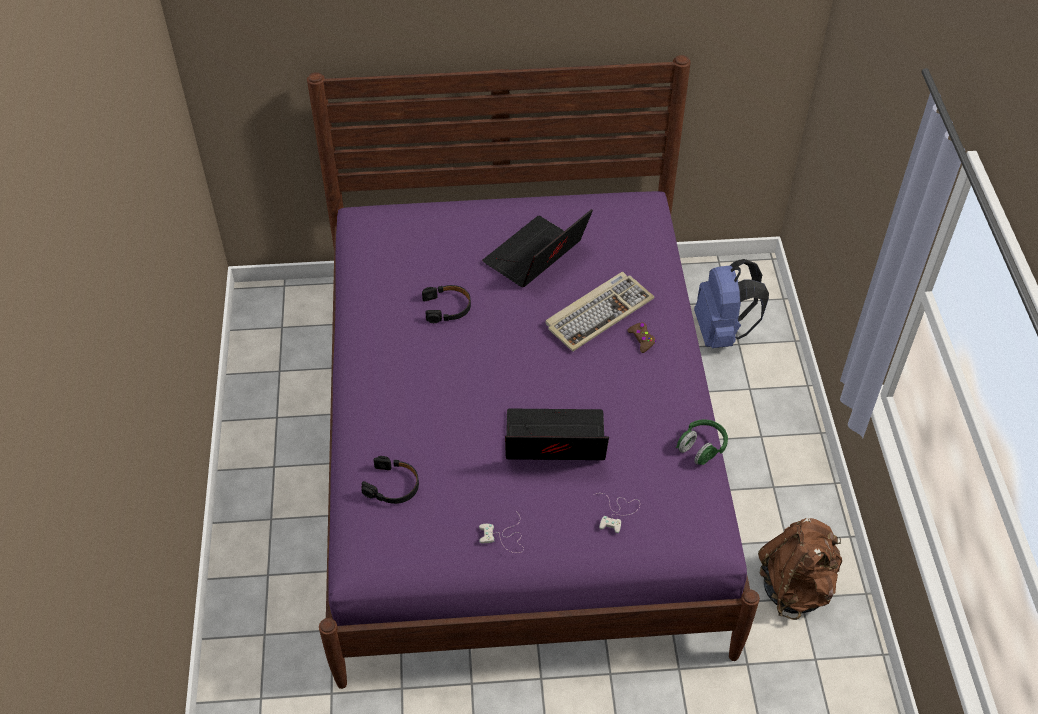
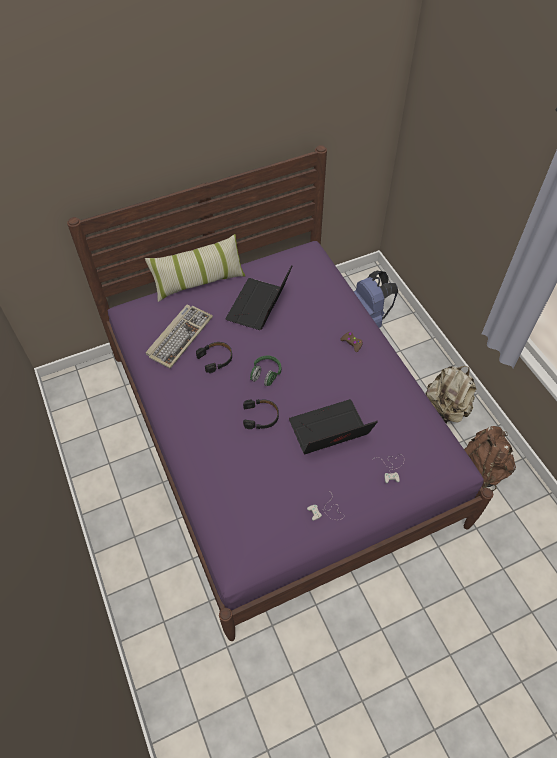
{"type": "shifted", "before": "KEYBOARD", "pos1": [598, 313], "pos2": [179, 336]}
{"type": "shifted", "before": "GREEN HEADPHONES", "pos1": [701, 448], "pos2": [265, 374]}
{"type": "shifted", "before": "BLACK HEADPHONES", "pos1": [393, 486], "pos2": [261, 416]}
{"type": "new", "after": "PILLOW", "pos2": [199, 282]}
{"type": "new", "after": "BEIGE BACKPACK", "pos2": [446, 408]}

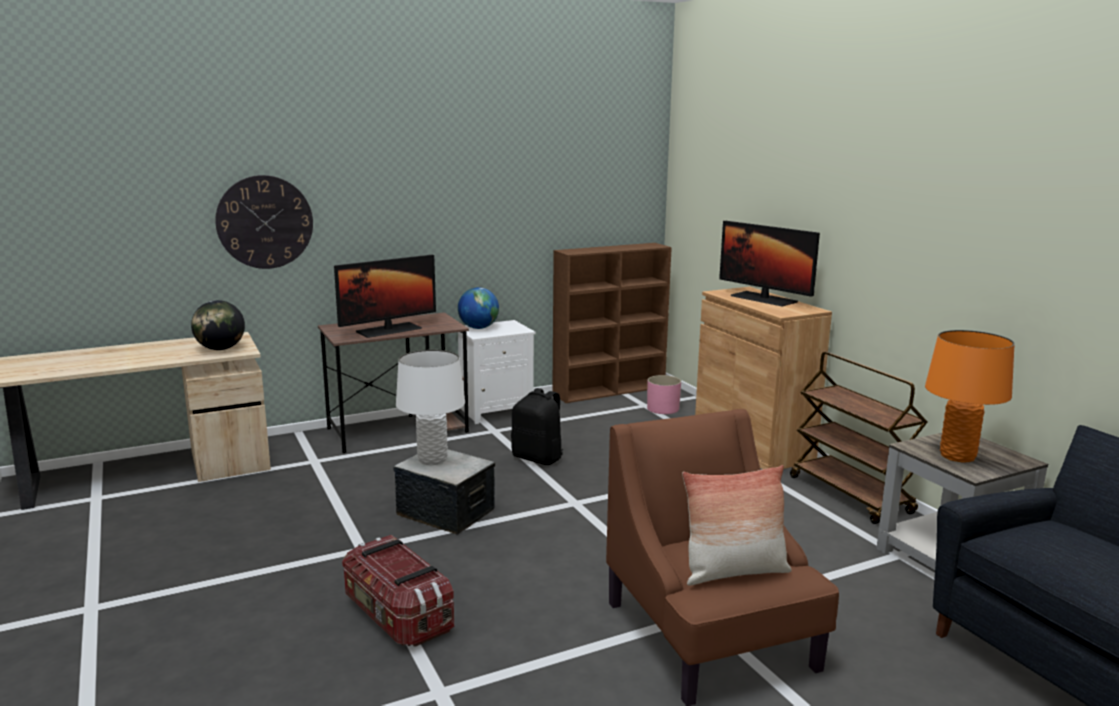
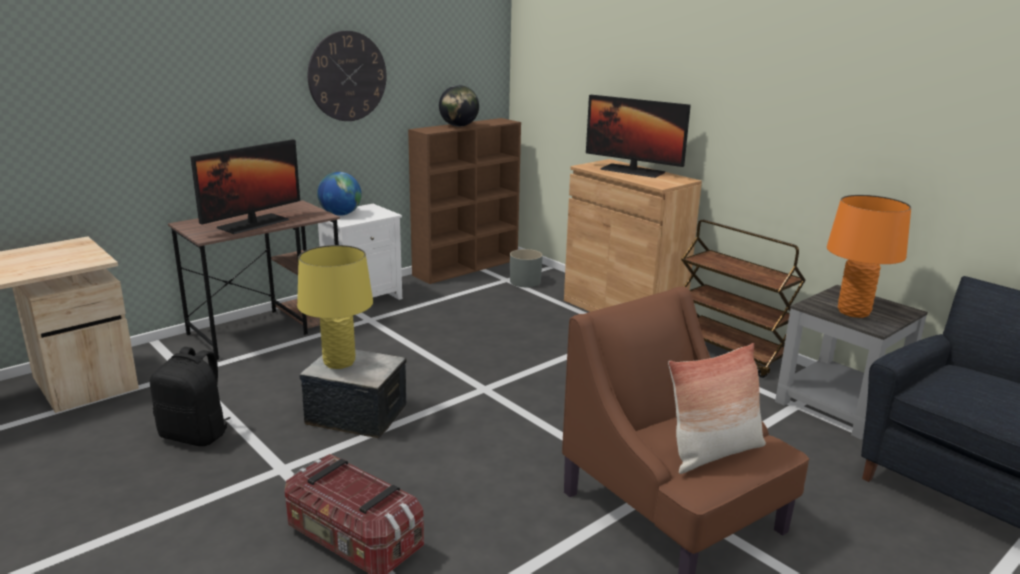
{"type": "shifted", "before": "WALL CLOCK", "pos1": [265, 222], "pos2": [347, 76]}
{"type": "shifted", "before": "GLOBE", "pos1": [220, 349], "pos2": [459, 126]}
{"type": "repainted", "before": "WHITE TABLE LAMP", "after": "YELLOW TABLE LAMP", "pos1": [432, 460], "pos2": [339, 362]}
{"type": "repainted", "before": "PINK PLANTER", "after": "GREY PLANTER", "pos1": [662, 408], "pos2": [525, 282]}
{"type": "shifted", "before": "BLACK BACKPACK", "pos1": [538, 458], "pos2": [196, 435]}

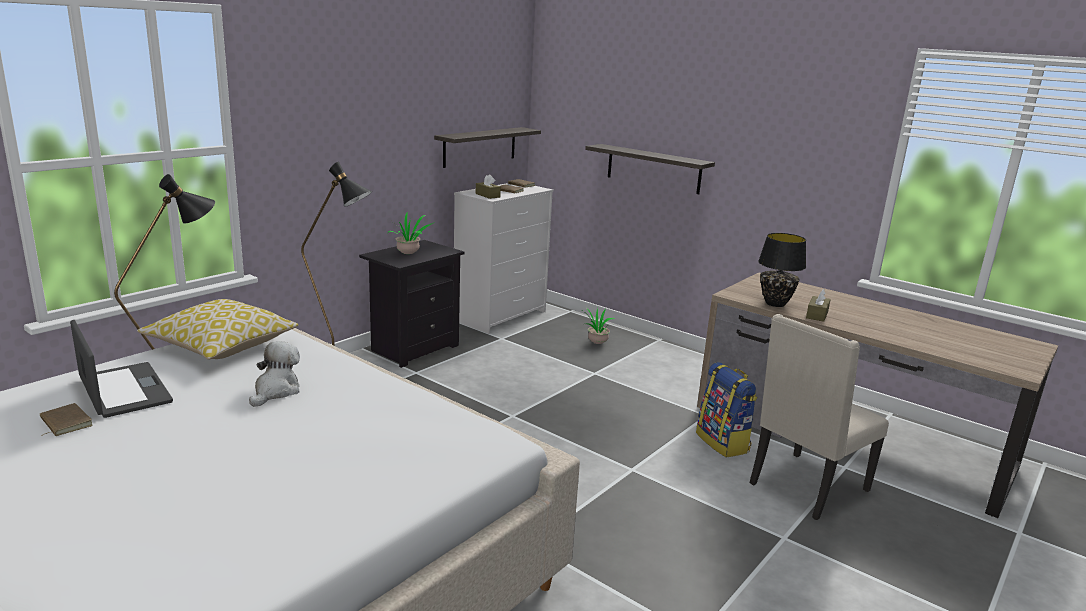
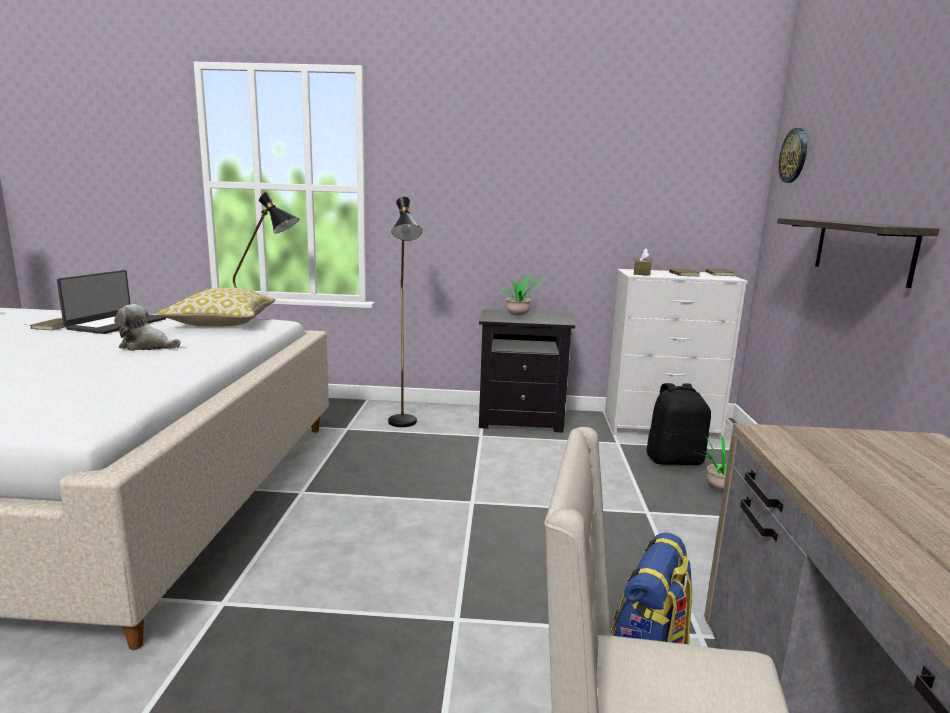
{"type": "gone", "before": "SHELF", "pos1": [480, 147]}
{"type": "gone", "before": "BLACK TABLE LAMP", "pos1": [774, 304]}
{"type": "gone", "before": "BROWN TISSUE BOX", "pos1": [817, 315]}
{"type": "rotated", "before": "PLUSH TOY", "pos1": [276, 391], "pos2": [147, 346], "turn": -150}
{"type": "new", "after": "WALL CLOCK", "pos2": [794, 155]}
{"type": "new", "after": "BLACK BACKPACK", "pos2": [674, 460]}

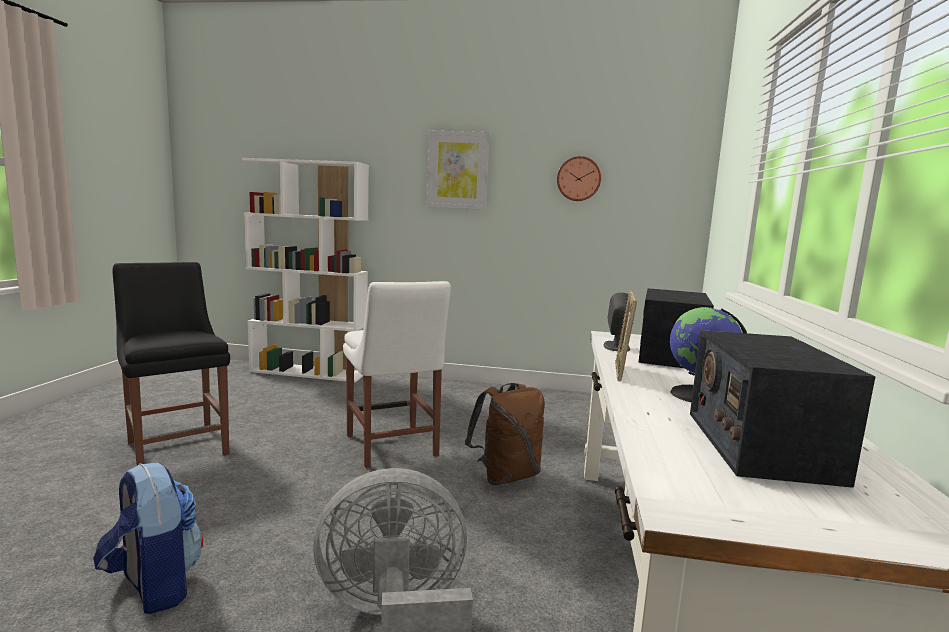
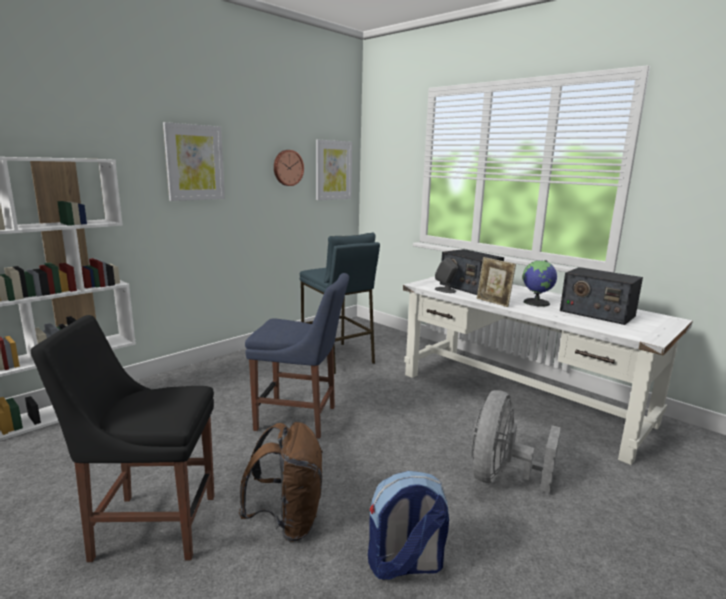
{"type": "repainted", "before": "WHITE CHAIR", "after": "BLUE CHAIR", "pos1": [392, 447], "pos2": [300, 419]}
{"type": "shifted", "before": "BROWN BACKPACK", "pos1": [506, 476], "pos2": [287, 522]}
{"type": "new", "after": "PICTURE", "pos2": [333, 170]}
{"type": "new", "after": "BLUE STOOL", "pos2": [337, 358]}

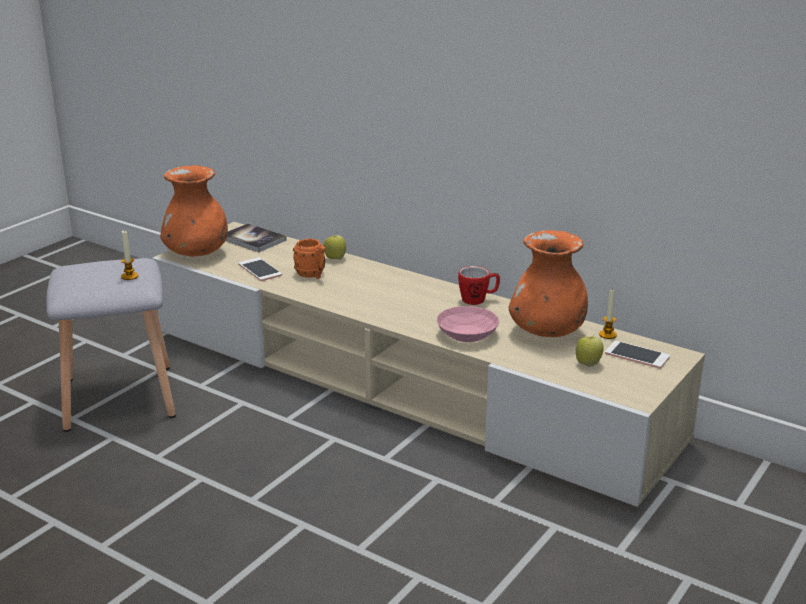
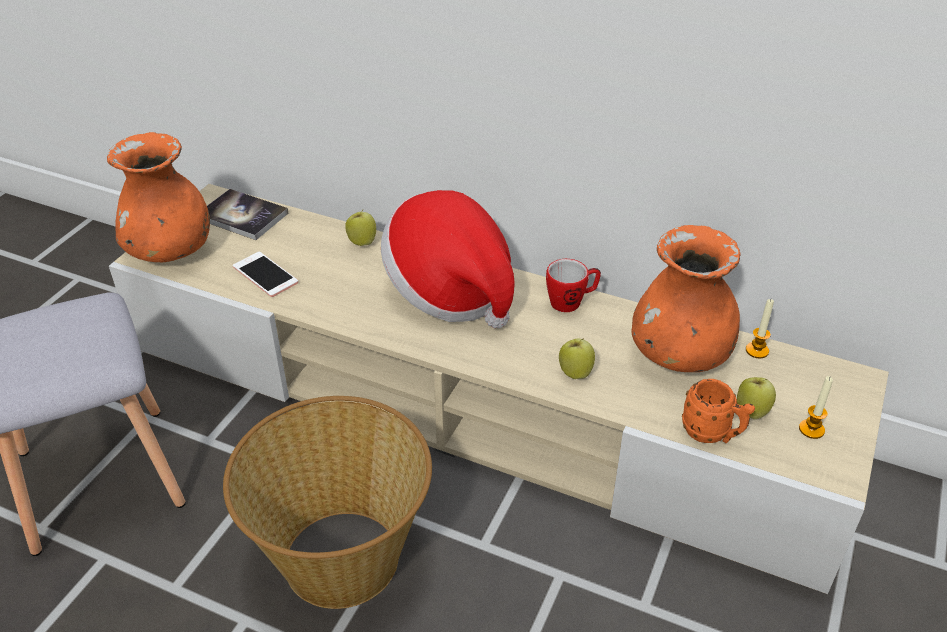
{"type": "shifted", "before": "CANDLE", "pos1": [129, 276], "pos2": [811, 429]}
{"type": "shifted", "before": "ORANGE MUG", "pos1": [313, 275], "pos2": [712, 434]}
{"type": "swapped", "before": "PINK BOWL", "after": "APPLE", "pos1": [465, 334], "pos2": [575, 372]}
{"type": "gone", "before": "PHONE", "pos1": [637, 355]}
{"type": "new", "after": "HAT", "pos2": [450, 290]}
{"type": "new", "after": "BASKET", "pos2": [341, 556]}

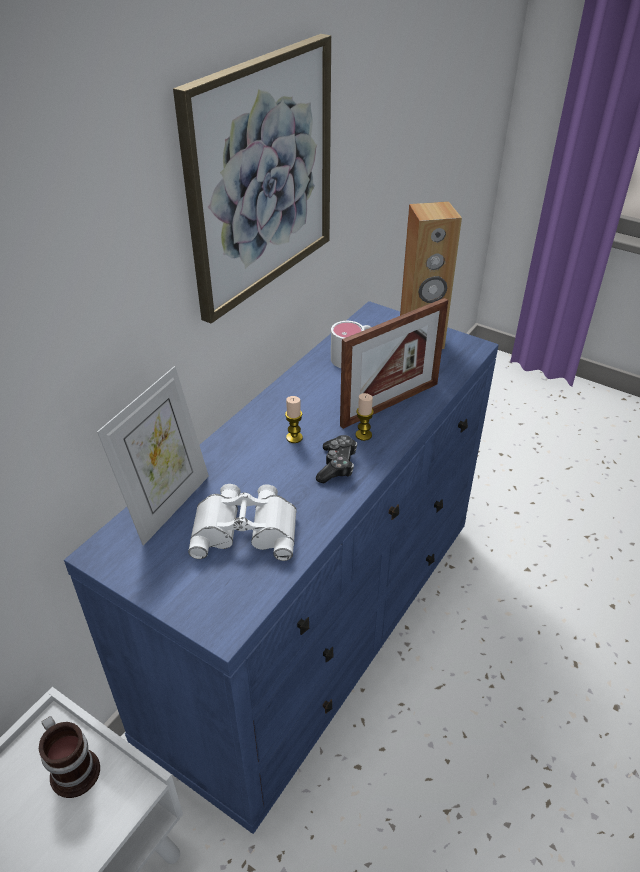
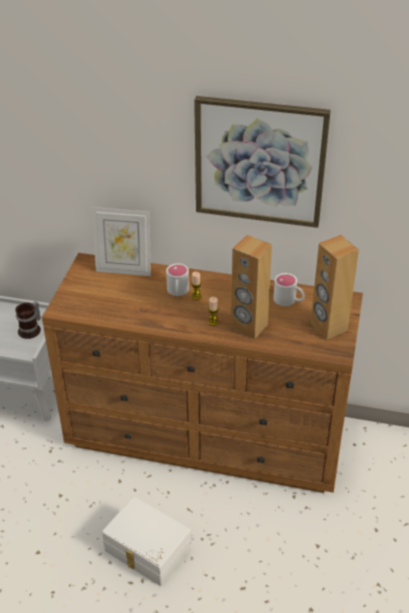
{"type": "swapped", "before": "PICTURE FRAME", "after": "BROWN SPEAKER", "pos1": [390, 404], "pos2": [249, 327]}
{"type": "repainted", "before": "BLUE DRESSER", "after": "BROWN DRESSER", "pos1": [319, 624], "pos2": [207, 435]}
{"type": "gone", "before": "GAME CONTROLLER", "pos1": [337, 465]}
{"type": "gone", "before": "WHITE BINOCULARS", "pos1": [246, 527]}
{"type": "new", "after": "WHITE MUG", "pos2": [177, 292]}
{"type": "new", "after": "WHITE STORAGE BOX", "pos2": [146, 551]}

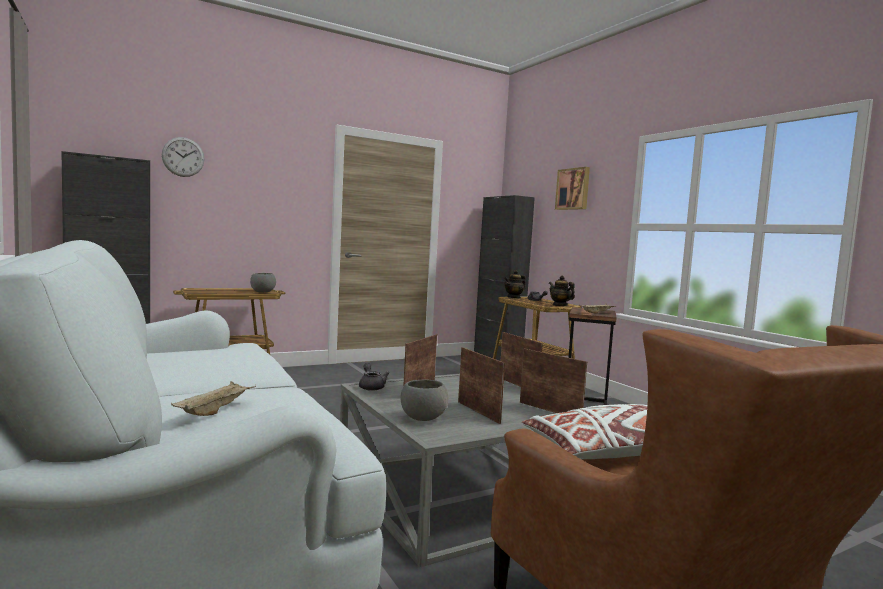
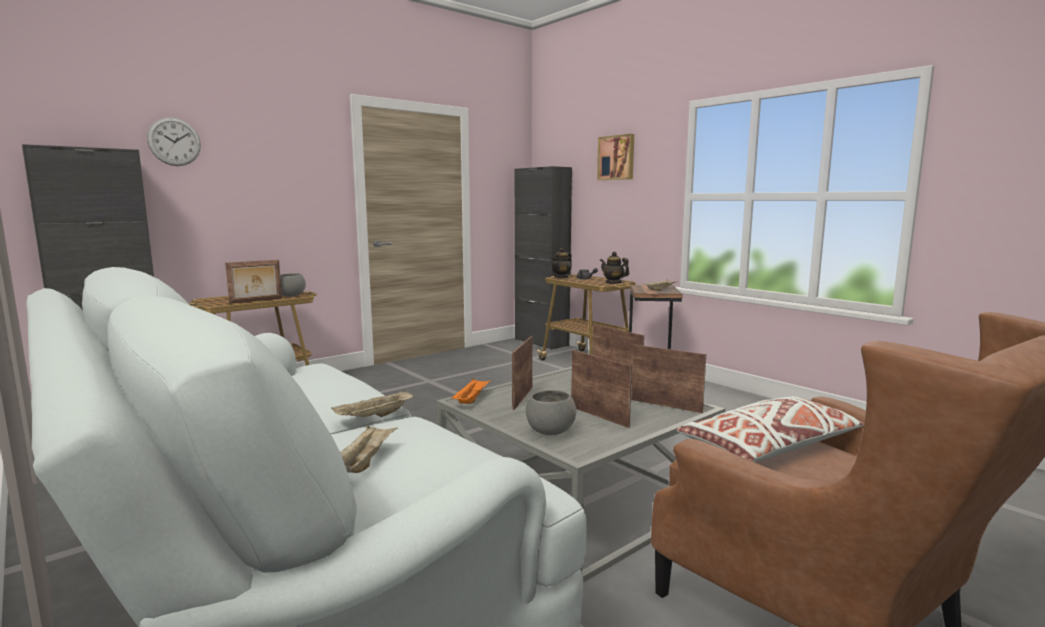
{"type": "swapped", "before": "GREY TEAPOT", "after": "ORANGE TRAY", "pos1": [371, 387], "pos2": [471, 400]}
{"type": "new", "after": "PICTURE FRAME", "pos2": [256, 301]}
{"type": "new", "after": "BEIGE TRAY", "pos2": [374, 417]}

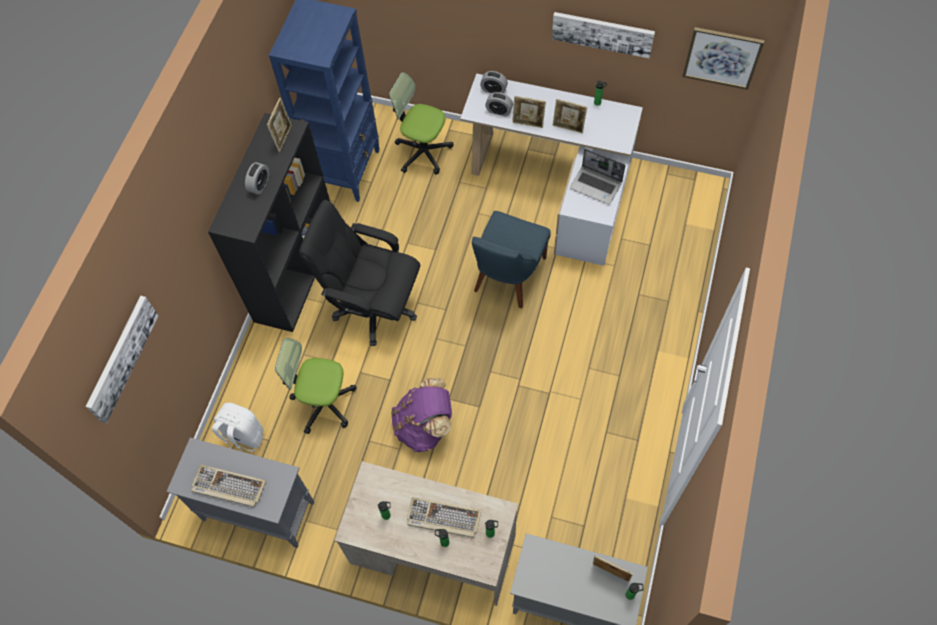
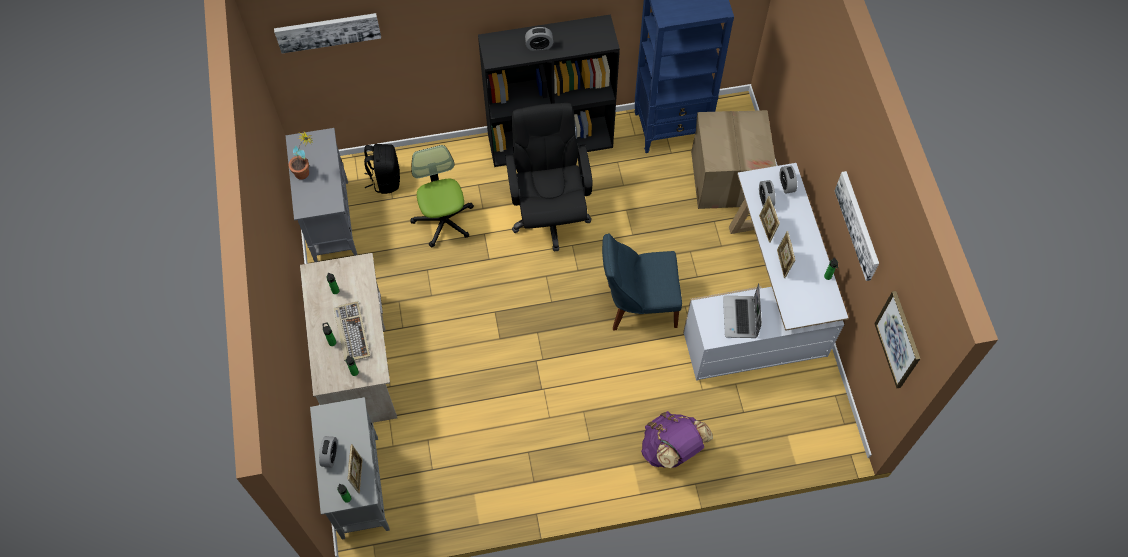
{"type": "swapped", "before": "OFFICE CHAIR", "after": "CARDBOARD BOX", "pos1": [423, 152], "pos2": [727, 177]}
{"type": "gone", "before": "PICTURE FRAME", "pos1": [283, 137]}
{"type": "shifted", "before": "PURPLE BACKPACK", "pos1": [425, 426], "pos2": [671, 450]}
{"type": "repainted", "before": "WHITE BACKPACK", "after": "BLACK BACKPACK", "pos1": [242, 437], "pos2": [385, 179]}
{"type": "swapped", "before": "KEYBOARD", "after": "POTTED PLANT", "pos1": [228, 487], "pos2": [306, 172]}
{"type": "new", "after": "ALARM CLOCK", "pos2": [330, 455]}

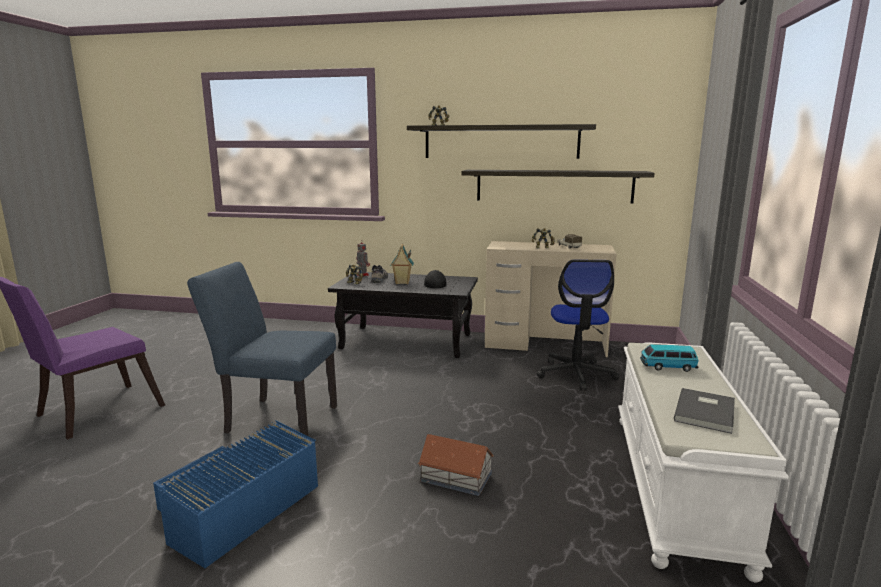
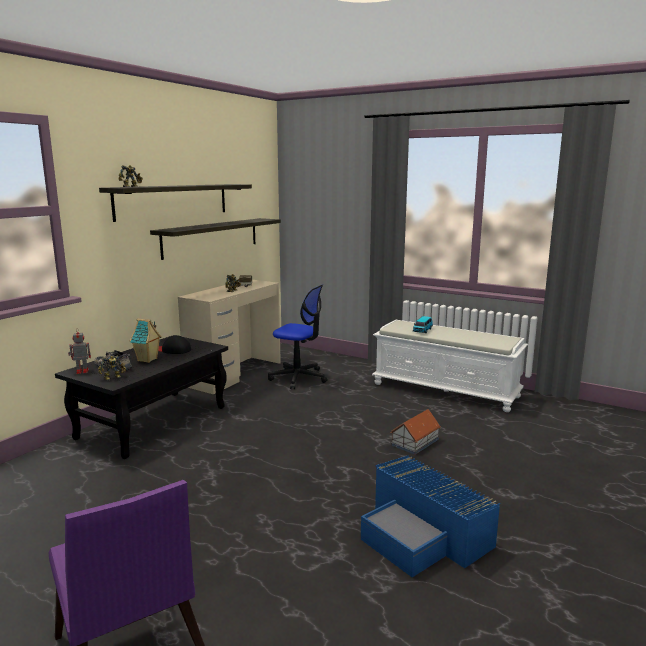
{"type": "gone", "before": "BLUE CHAIR", "pos1": [274, 418]}
{"type": "gone", "before": "GREY BOOK", "pos1": [706, 412]}

